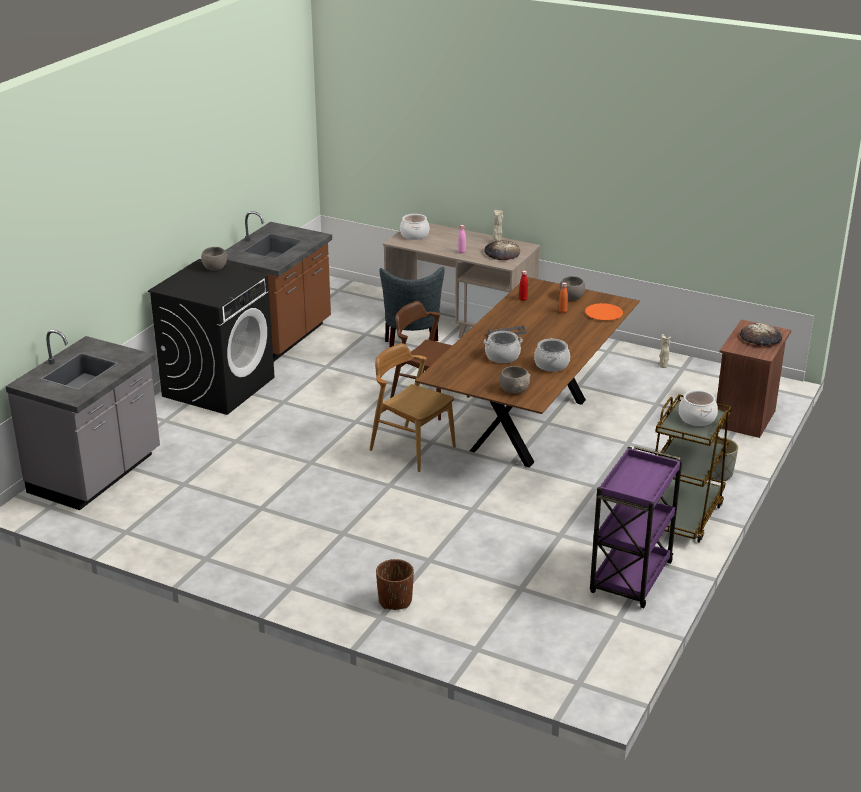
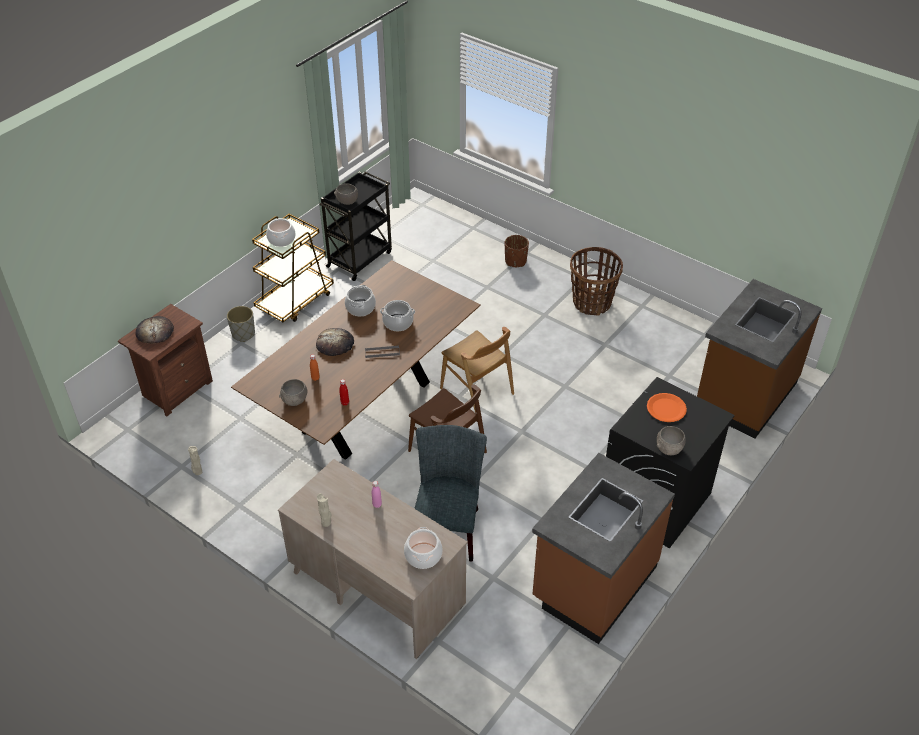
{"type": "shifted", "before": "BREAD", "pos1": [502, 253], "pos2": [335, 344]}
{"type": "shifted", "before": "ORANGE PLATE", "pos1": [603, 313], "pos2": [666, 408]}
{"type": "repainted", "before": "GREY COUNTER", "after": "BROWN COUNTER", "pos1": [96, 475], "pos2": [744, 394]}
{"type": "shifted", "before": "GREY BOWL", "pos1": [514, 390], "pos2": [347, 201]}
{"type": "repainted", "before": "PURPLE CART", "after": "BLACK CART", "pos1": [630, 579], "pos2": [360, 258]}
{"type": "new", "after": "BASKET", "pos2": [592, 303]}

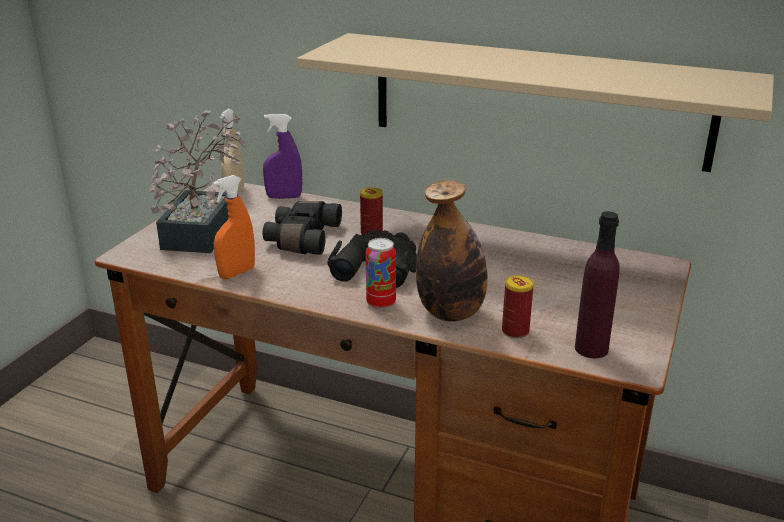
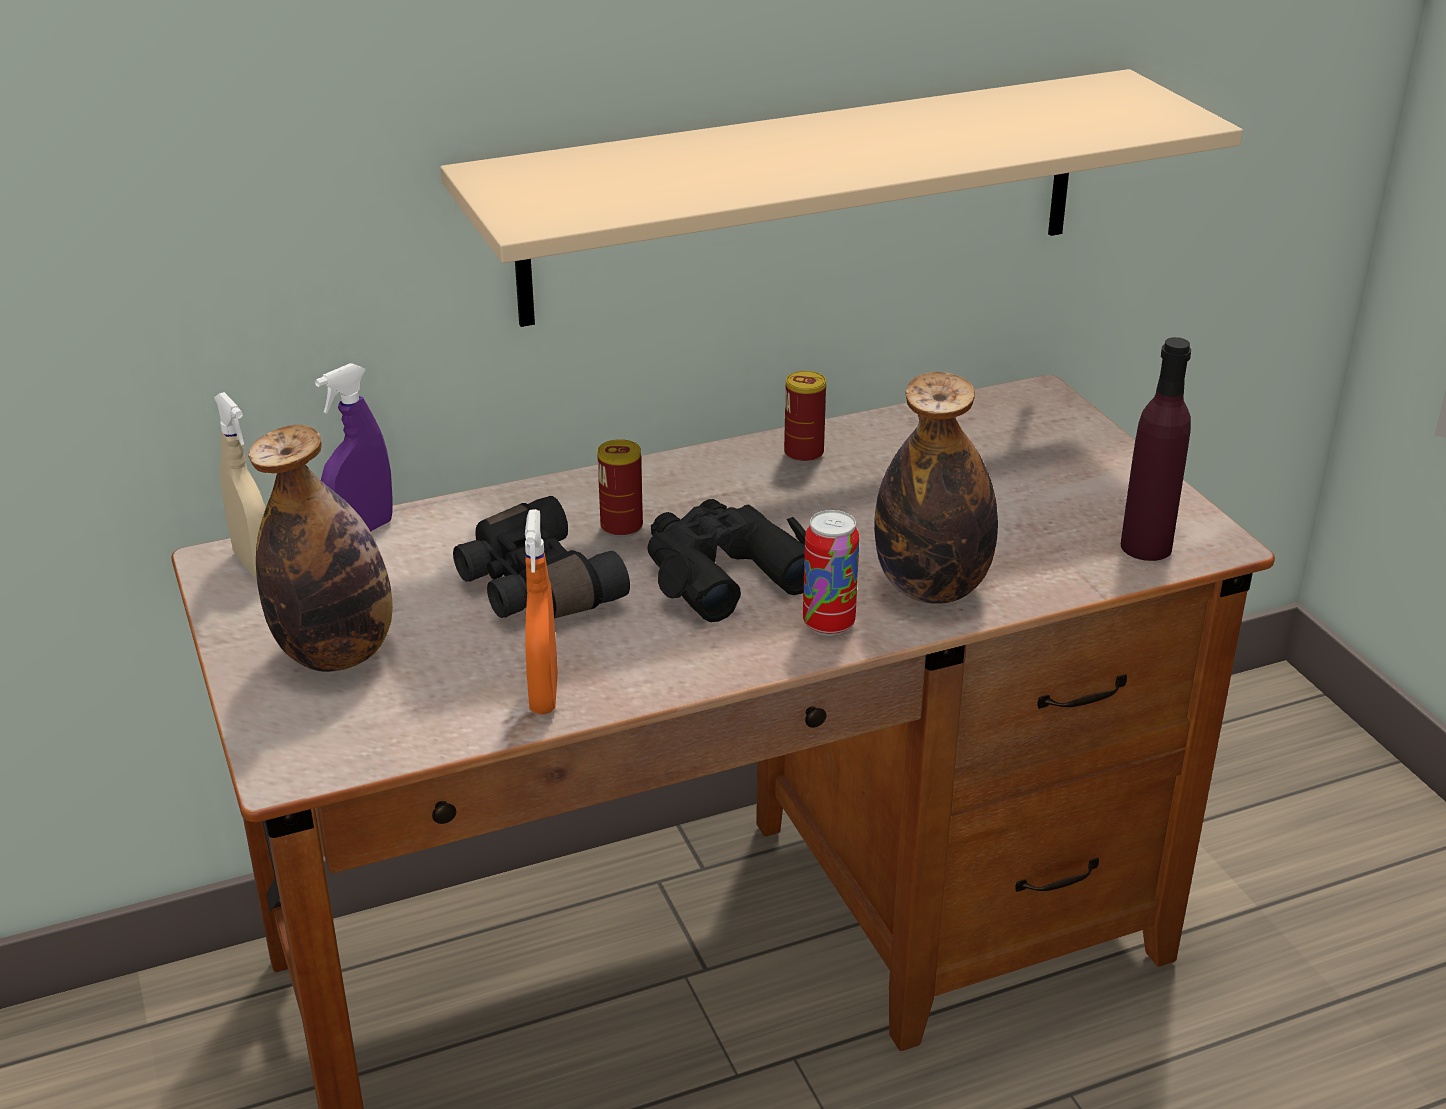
{"type": "swapped", "before": "POTTED PLANT", "after": "BOTTLE", "pos1": [204, 229], "pos2": [336, 653]}
{"type": "shifted", "before": "CAN", "pos1": [515, 331], "pos2": [803, 453]}

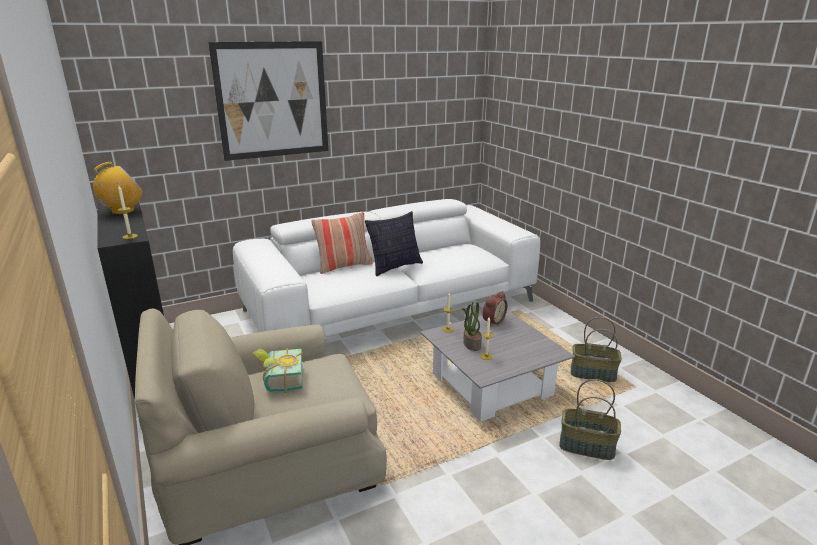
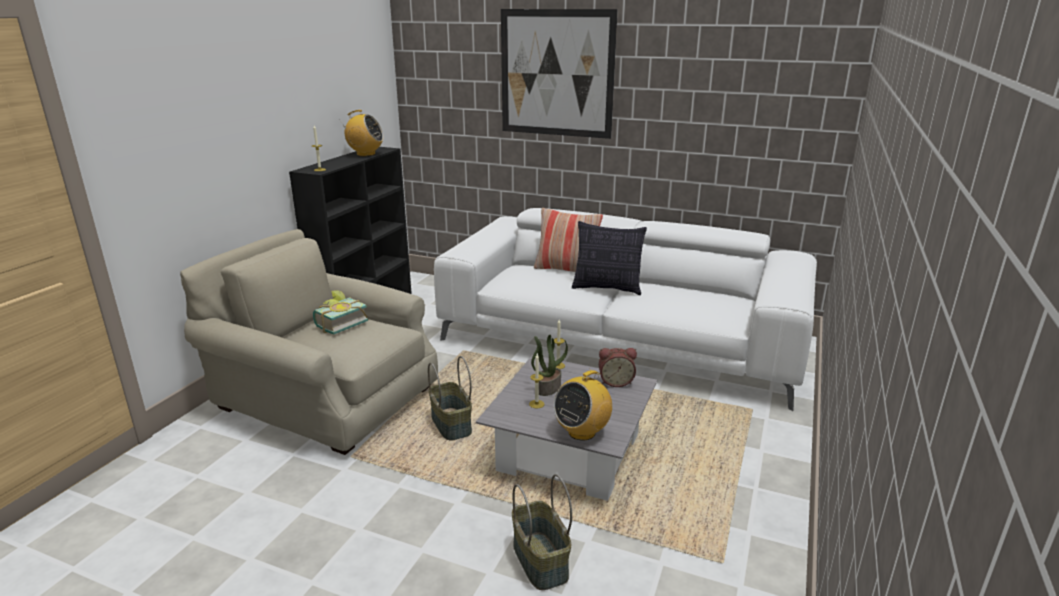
{"type": "shifted", "before": "BASKET", "pos1": [592, 374], "pos2": [450, 424]}
{"type": "new", "after": "RADIO", "pos2": [582, 432]}

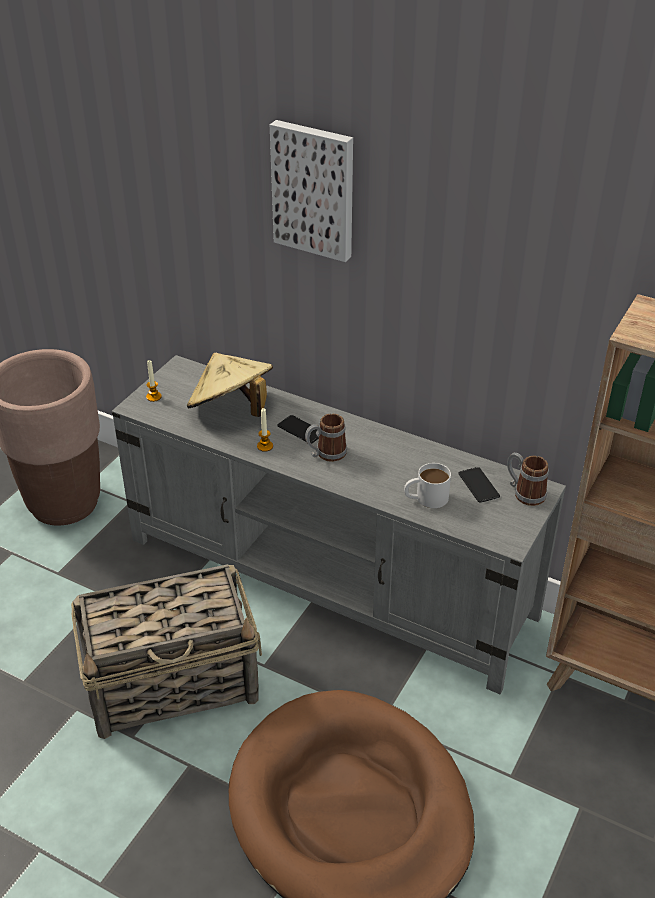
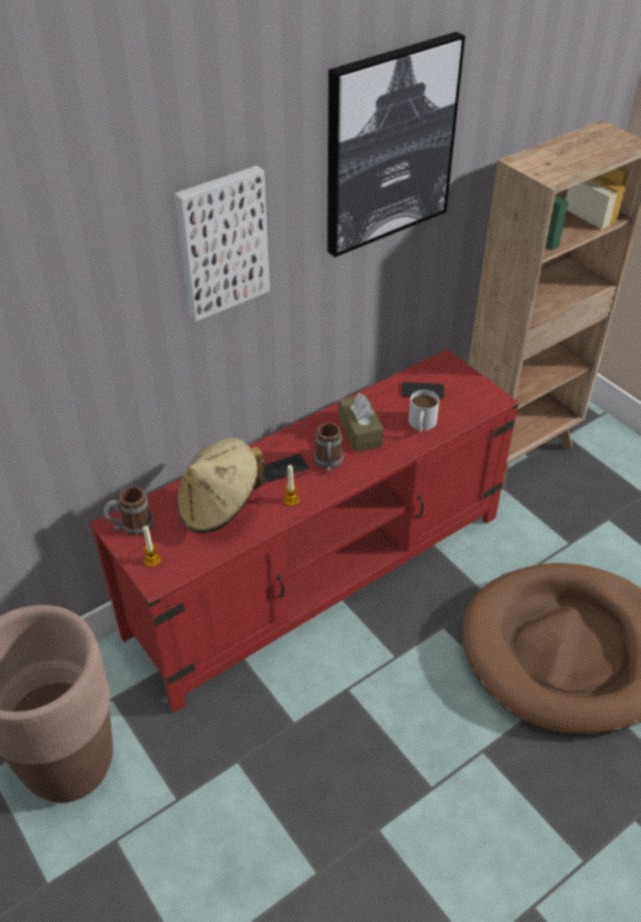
{"type": "repainted", "before": "GREY TV STAND", "after": "RED TV STAND", "pos1": [330, 578], "pos2": [320, 573]}
{"type": "shifted", "before": "MUG", "pos1": [524, 492], "pos2": [131, 526]}
{"type": "gone", "before": "BASKET", "pos1": [174, 682]}
{"type": "new", "after": "PICTURE", "pos2": [389, 145]}
{"type": "new", "after": "BROWN TISSUE BOX", "pos2": [360, 431]}

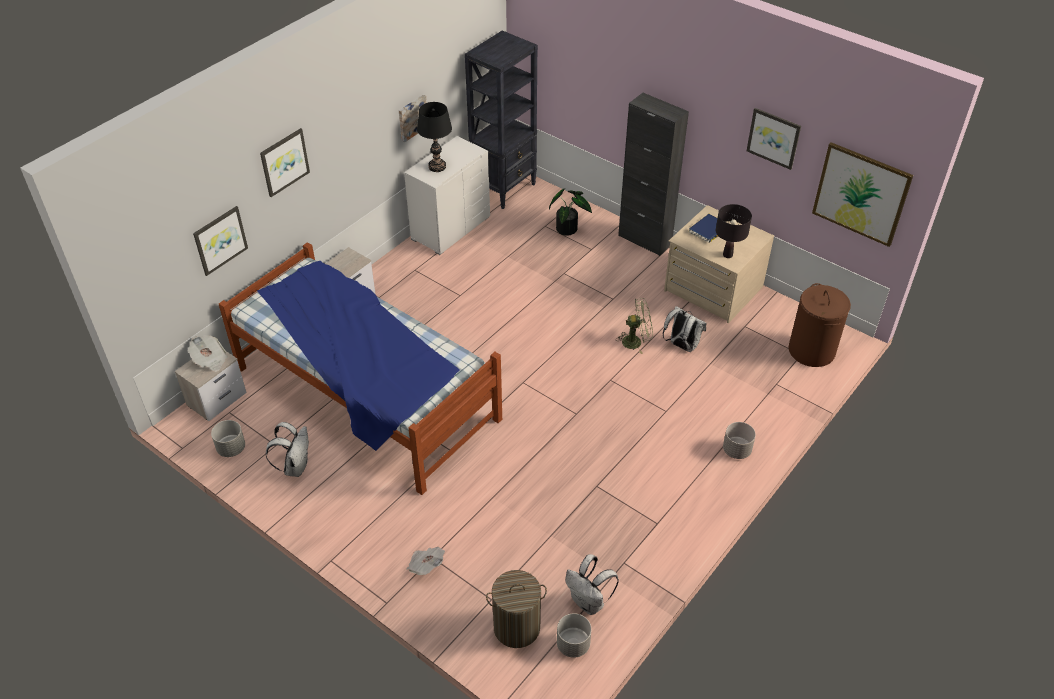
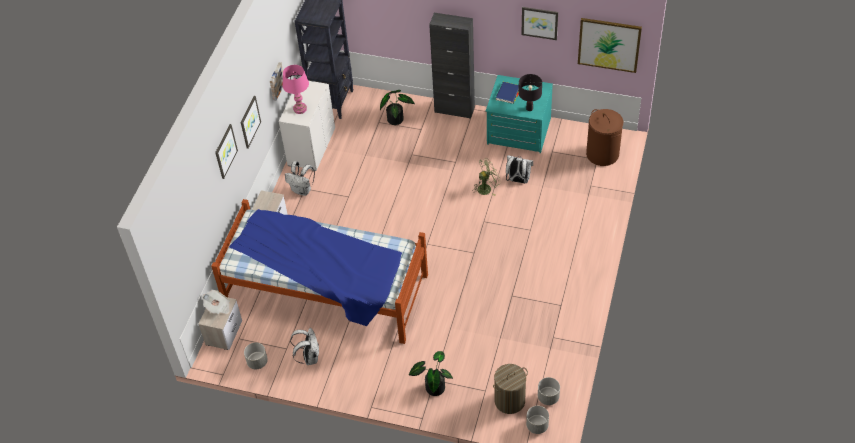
{"type": "repainted", "before": "BLACK TABLE LAMP", "after": "PINK TABLE LAMP", "pos1": [437, 166], "pos2": [300, 109]}
{"type": "repainted", "before": "BEIGE DRESSER", "after": "TURQUOISE DRESSER", "pos1": [712, 289], "pos2": [518, 132]}
{"type": "shifted", "before": "PICTURE", "pos1": [220, 240], "pos2": [249, 122]}
{"type": "shifted", "before": "GREY PLANTER", "pos1": [736, 450], "pos2": [537, 426]}
{"type": "swapped", "before": "NEWSPAPER", "after": "POTTED PLANT", "pos1": [426, 565], "pos2": [433, 386]}
{"type": "shifted", "before": "WHITE BACKPACK", "pos1": [589, 602], "pos2": [302, 190]}

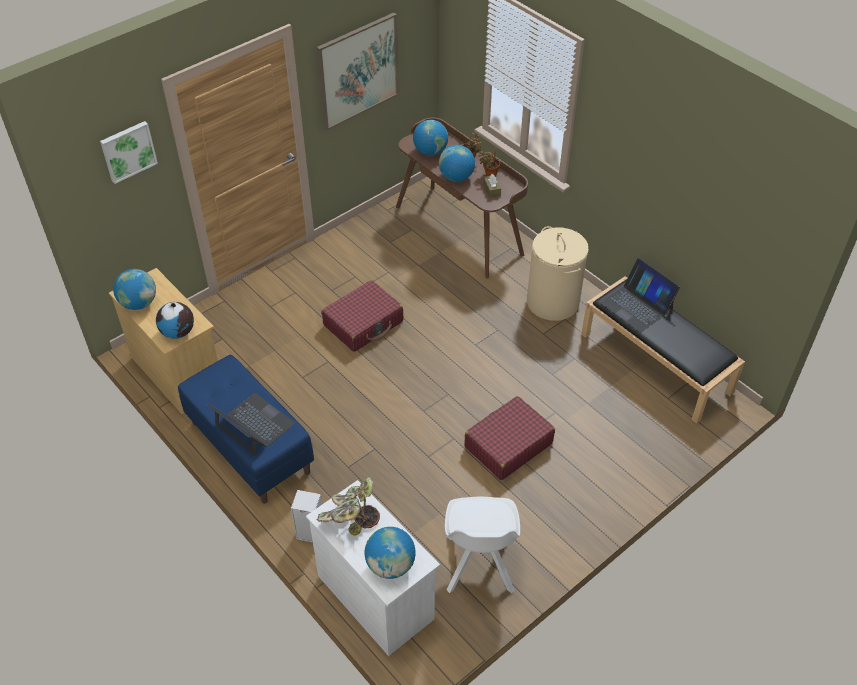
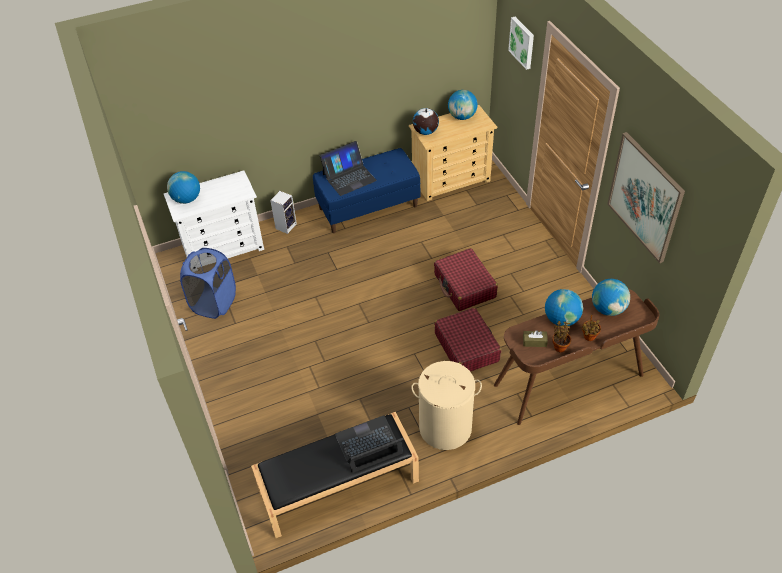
{"type": "shifted", "before": "RED SUITCASE", "pos1": [508, 445], "pos2": [466, 347]}
{"type": "gone", "before": "POTTED PLANT", "pos1": [349, 518]}
{"type": "swapped", "before": "WHITE CHAIR", "after": "BLUE LAUNDRY BASKET", "pos1": [479, 565], "pos2": [214, 303]}

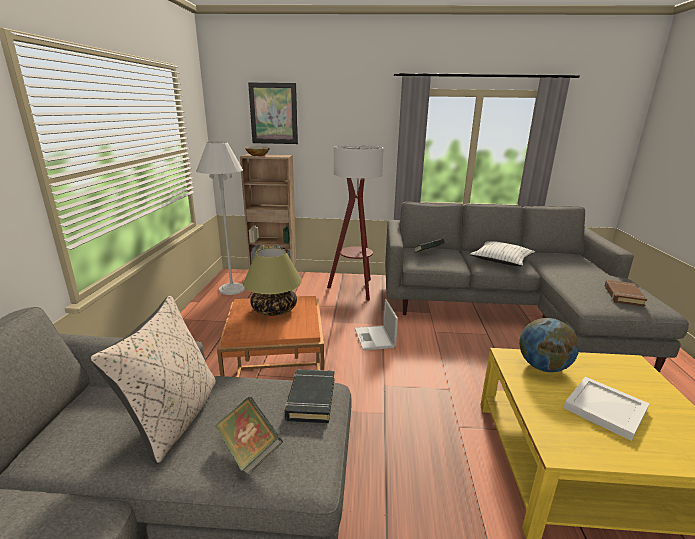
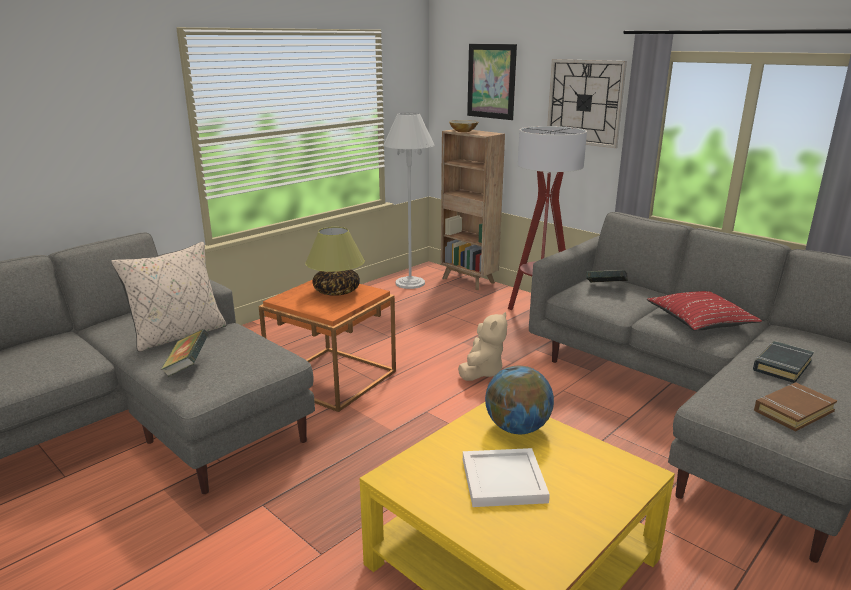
{"type": "repainted", "before": "WHITE PILLOW", "after": "RED PILLOW", "pos1": [501, 260], "pos2": [700, 320]}
{"type": "swapped", "before": "LAPTOP", "after": "BEIGE PLUSH TOY", "pos1": [375, 338], "pos2": [482, 371]}
{"type": "shifted", "before": "BLACK BOOK", "pos1": [311, 399], "pos2": [781, 366]}
{"type": "new", "after": "WALL CLOCK", "pos2": [585, 102]}

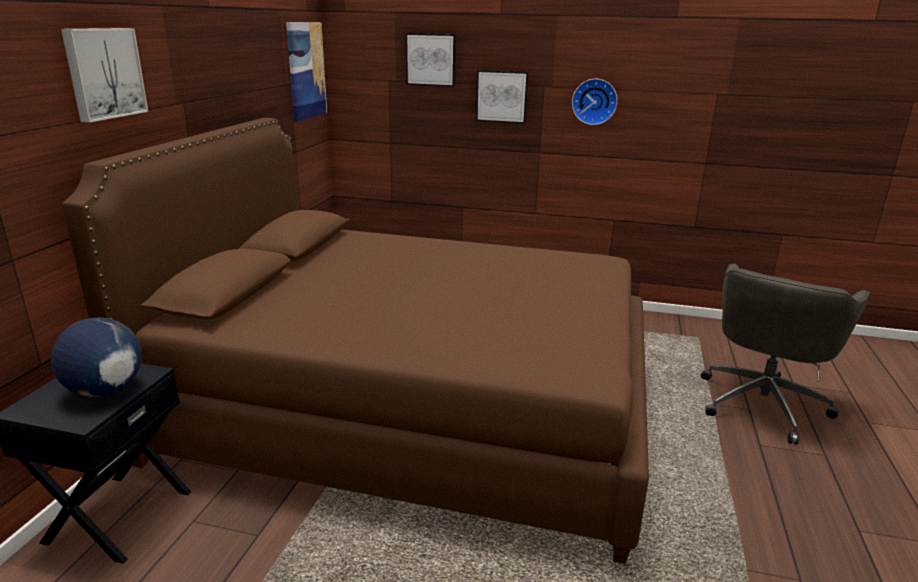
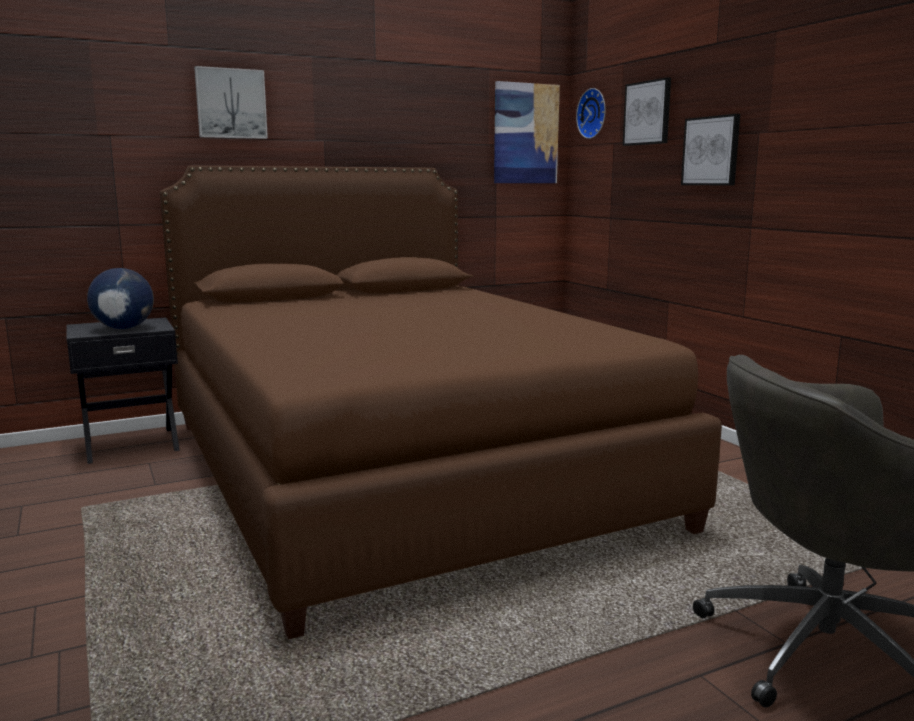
{"type": "shifted", "before": "WALL CLOCK", "pos1": [594, 101], "pos2": [594, 113]}

